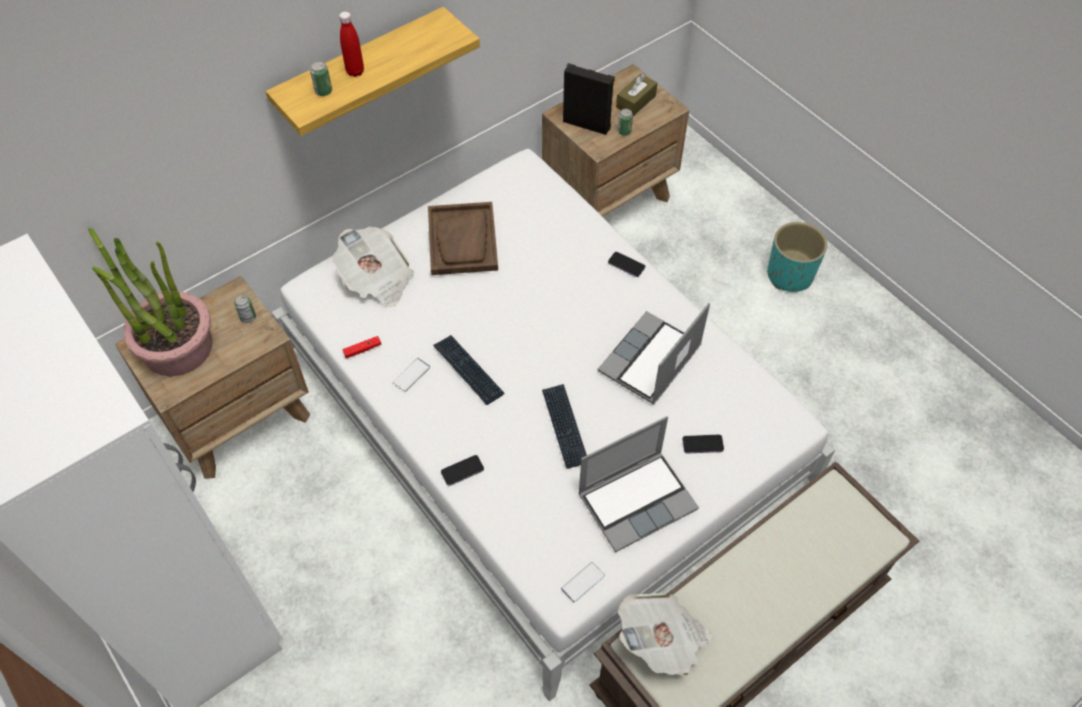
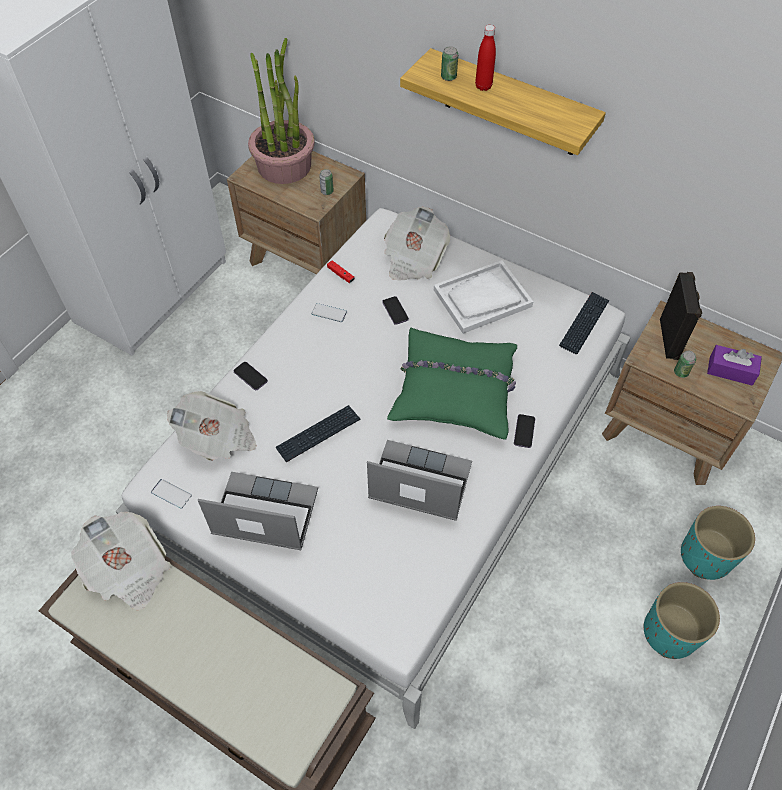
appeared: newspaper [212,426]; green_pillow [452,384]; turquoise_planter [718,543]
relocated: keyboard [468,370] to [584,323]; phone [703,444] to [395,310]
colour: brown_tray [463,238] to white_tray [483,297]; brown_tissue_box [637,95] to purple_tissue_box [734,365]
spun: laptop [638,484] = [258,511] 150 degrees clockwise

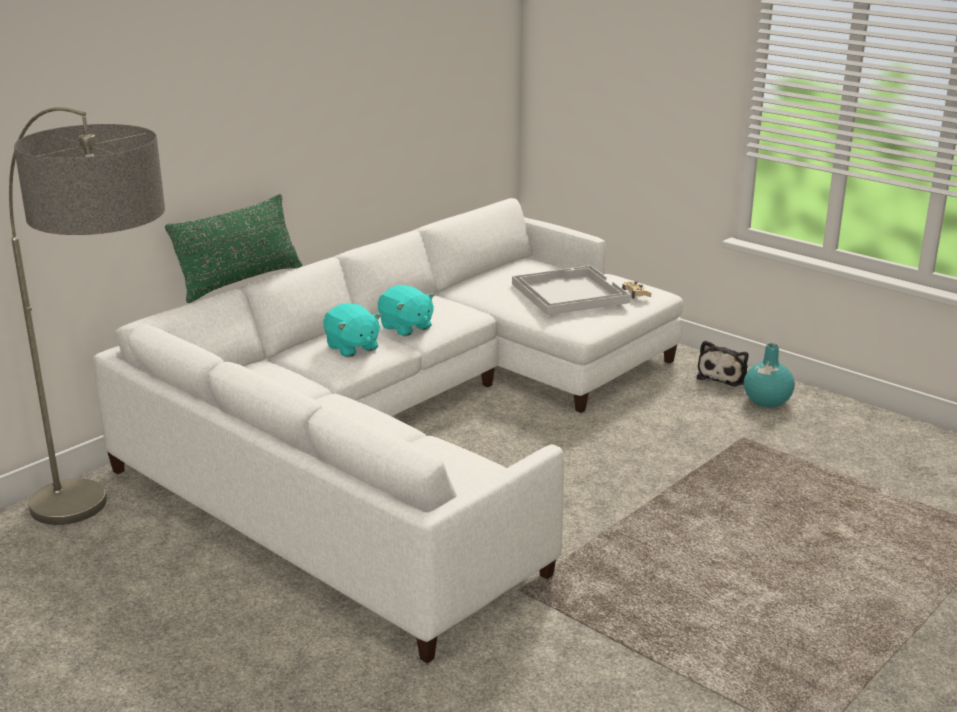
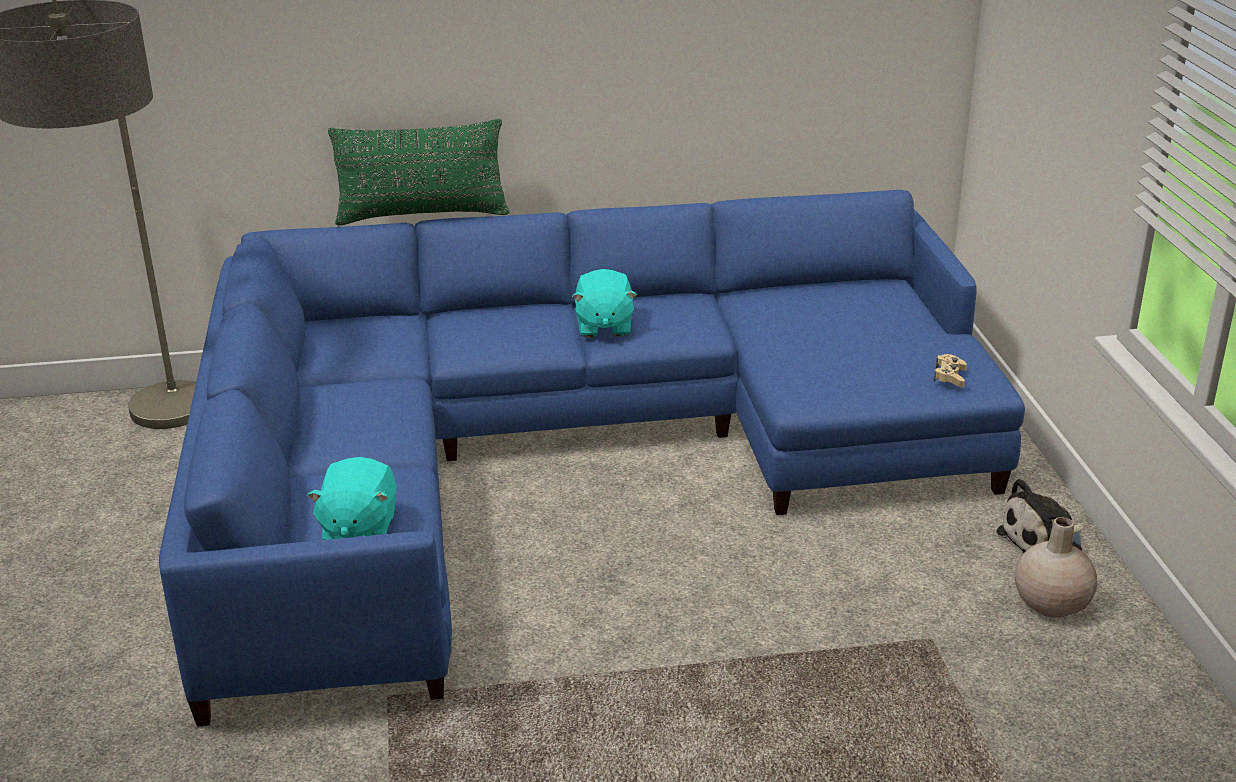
missing: white_tray [571,290]
relocated: turquoise_plush_toy [352,330] to [352,498]
colour: white_sofa [388,430] to blue_sofa [592,458]; turquoise_vase [769,375] to beige_vase [1056,567]

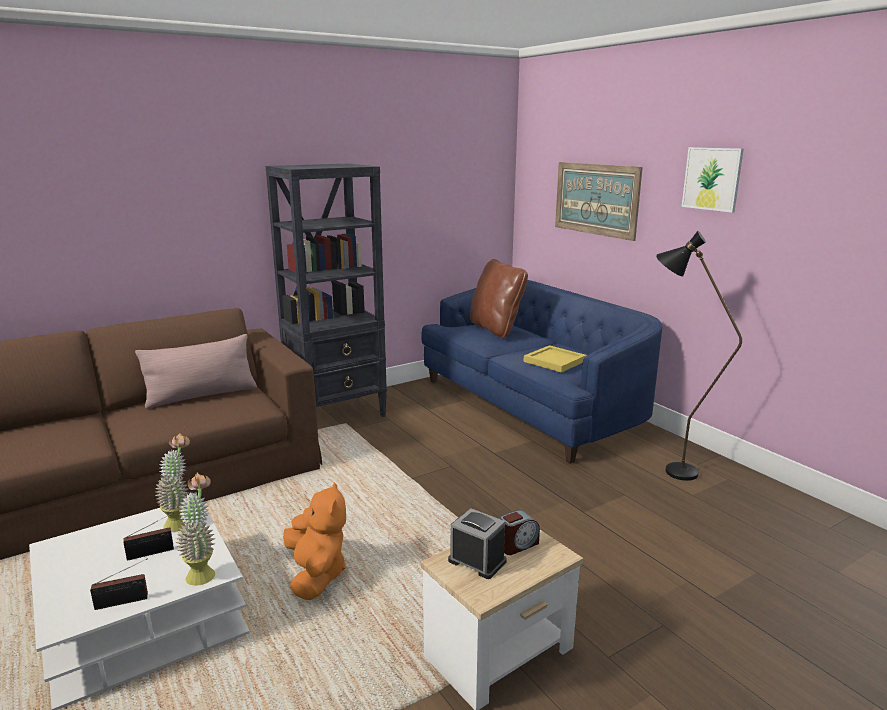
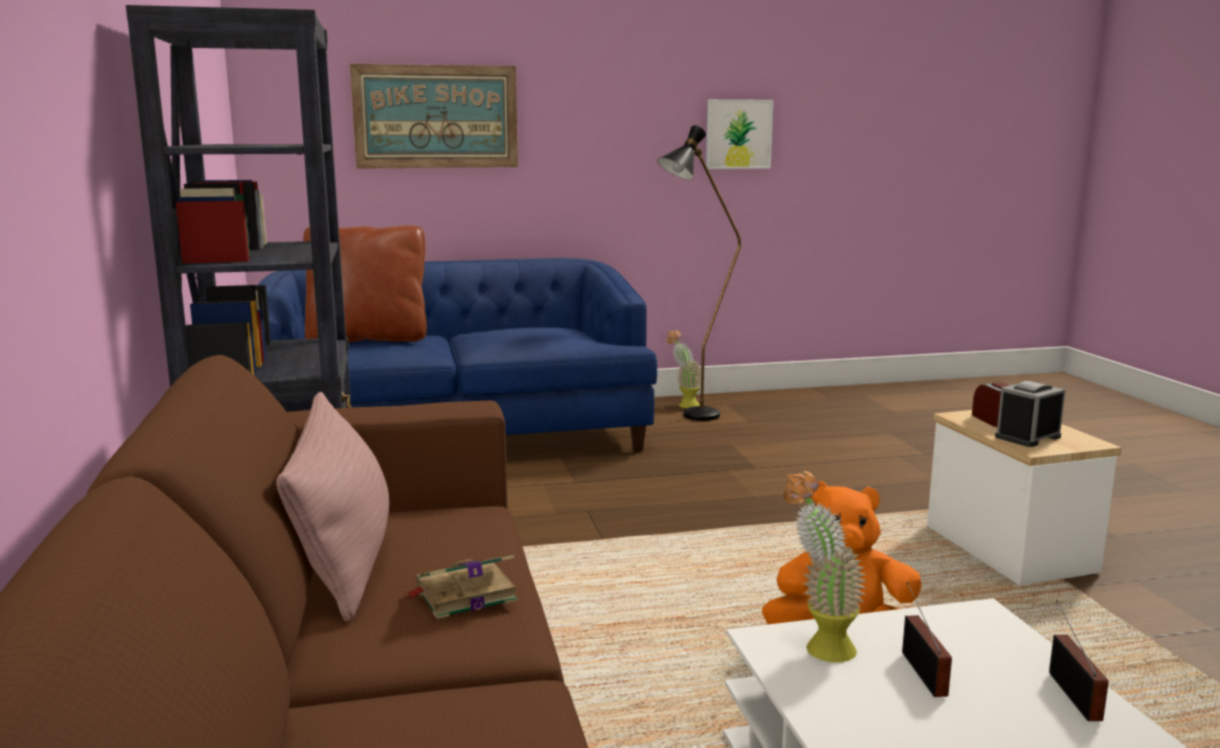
missing: yellow_tray [555,359]
appeared: book [461,587]
relocated: potted_plant [195,529] to [684,369]; picture [713,180] to [739,134]

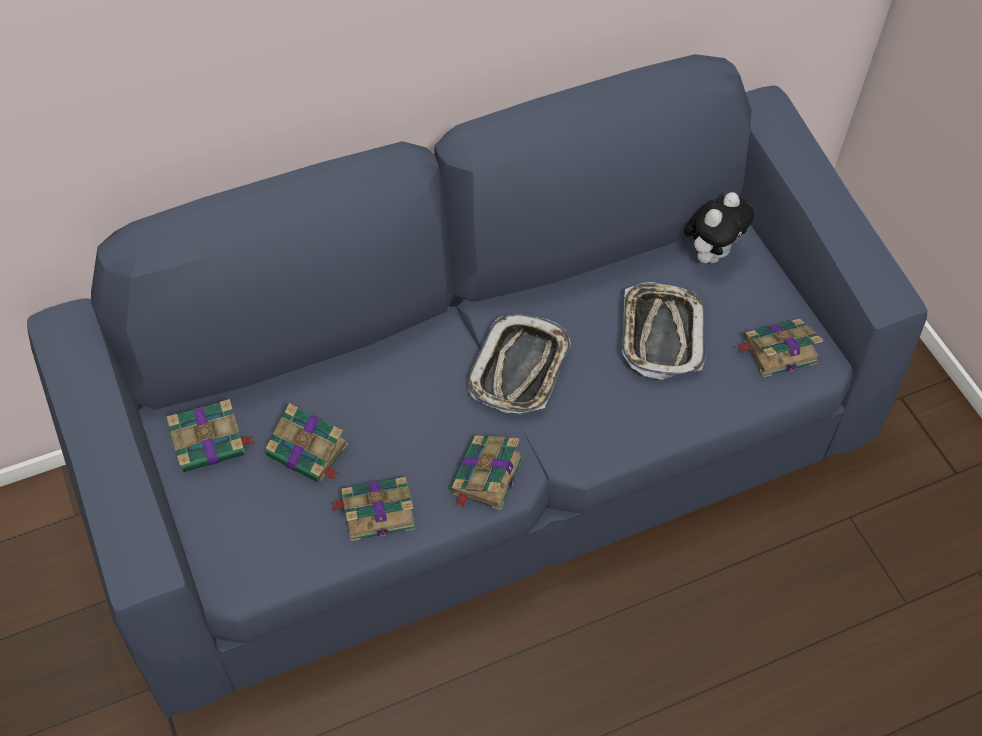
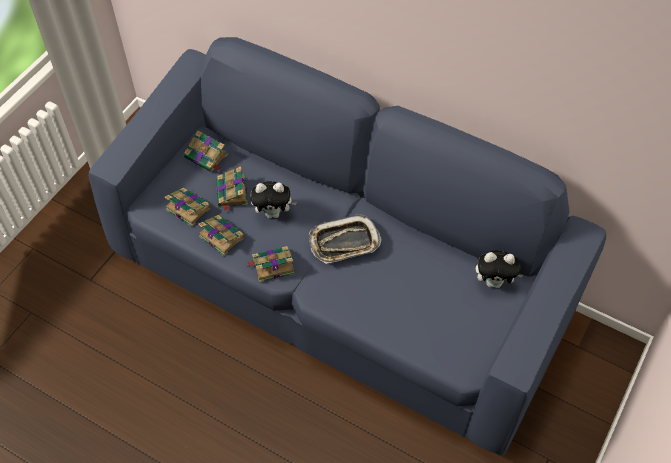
missing: tray [663,331]
appeared: plush_toy [273,199]
relocated: book [779,348] to [188,207]

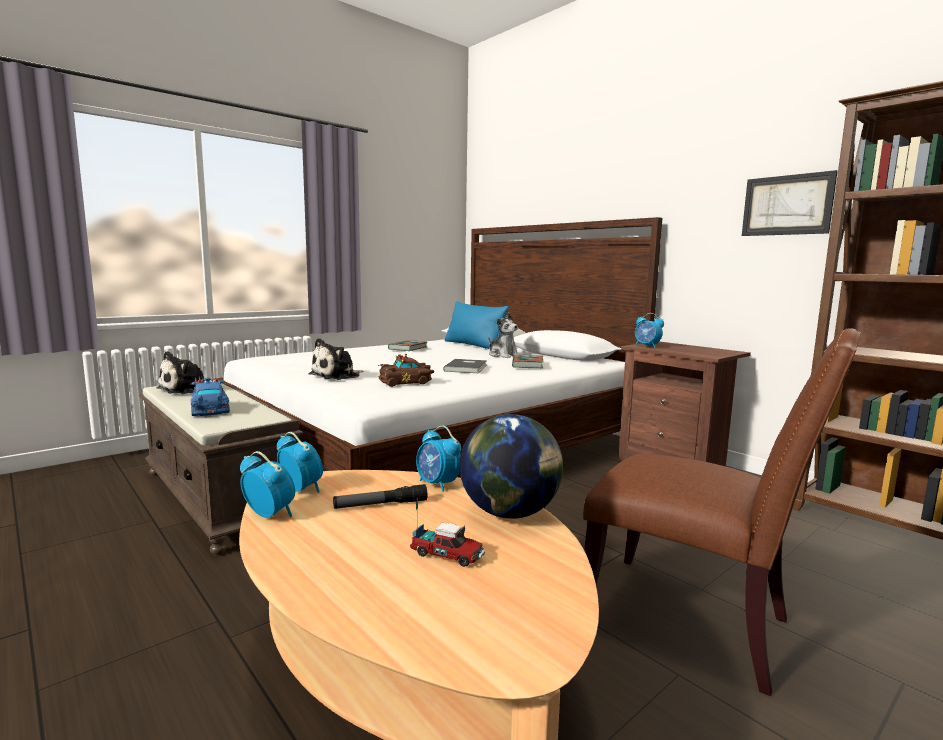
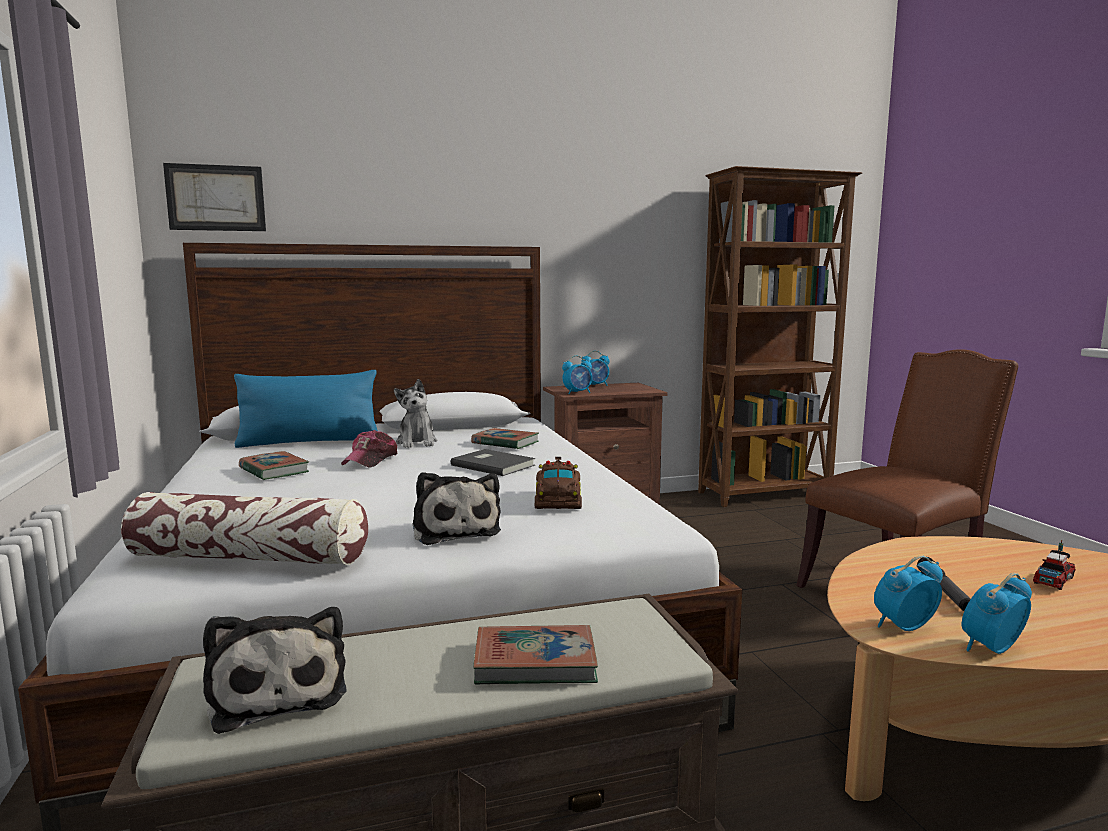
missing: globe [511,466]
appeared: pillow [244,528]; cap [369,448]
relocated: alarm_clock [438,459] to [595,368]; picture [790,203] to [214,197]
exchanged: blue_toy_car [210,396] to book [535,654]
spun: plush_toy [504,335] = [415,413] 90 degrees clockwise

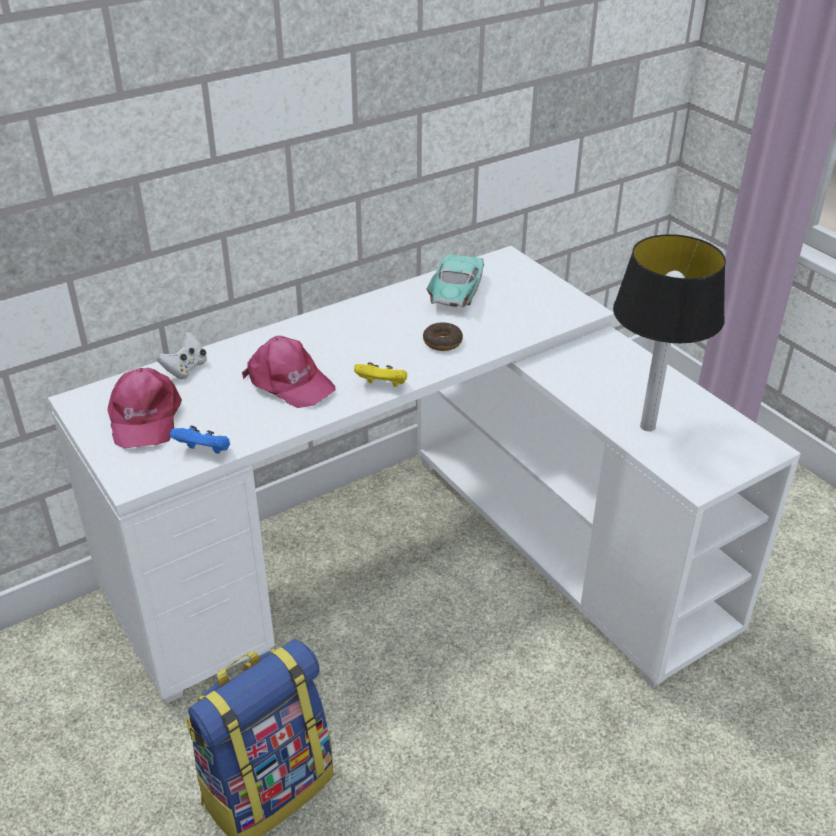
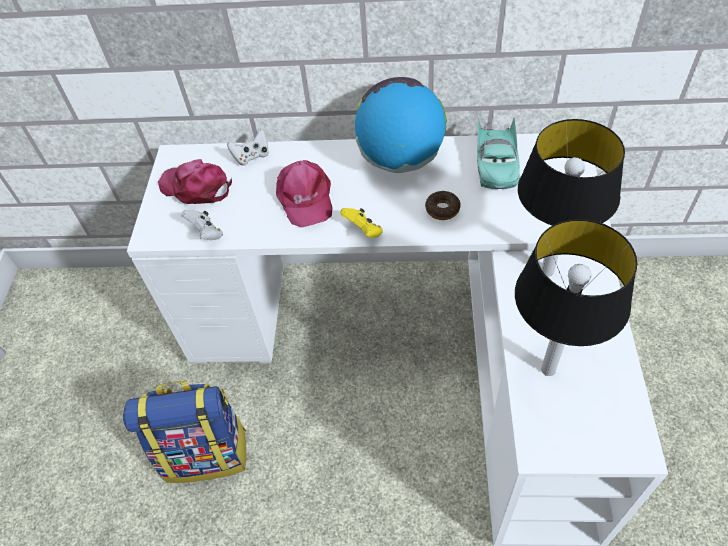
appeared: globe [401,125]; table_lamp [571,197]
colour: blue_game_controller [200,440] to white_game_controller [202,225]
spun: pink_cap [145,408] = [195,181] 90 degrees clockwise; turquoise_toy_car [455,281] = [498,153] 135 degrees clockwise

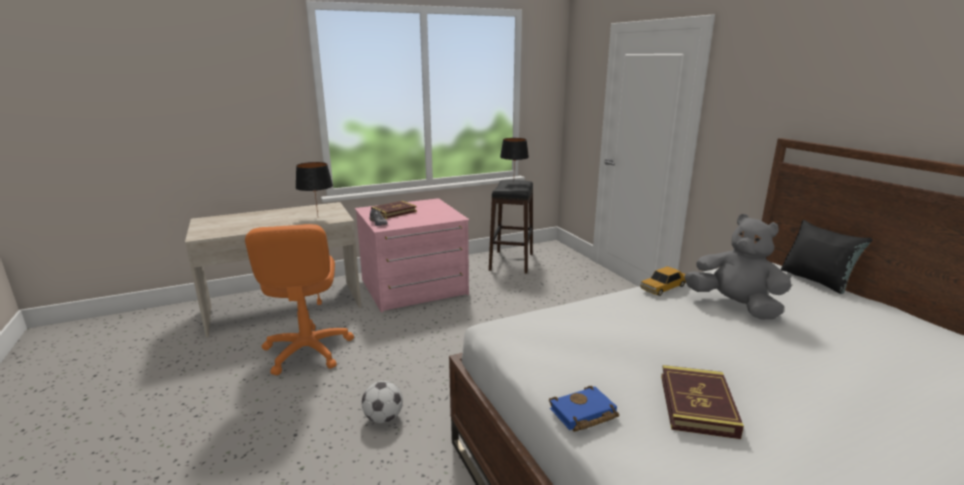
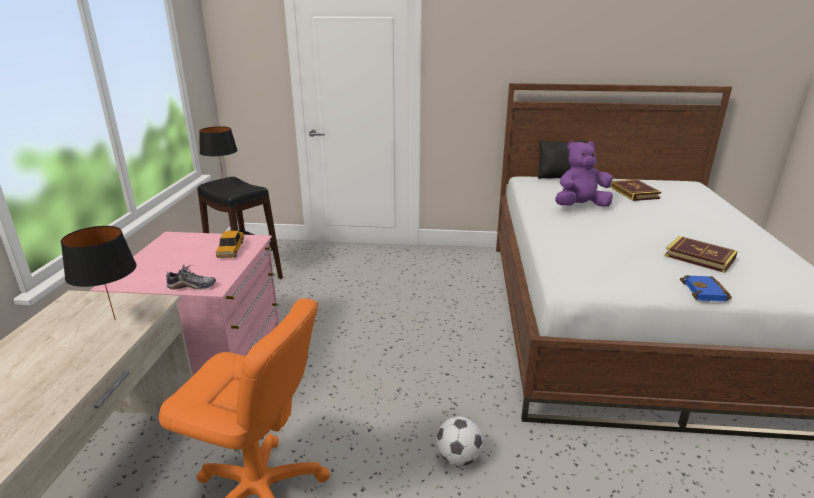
relocated: book [394,210] to [635,190]; toy_car [663,281] to [230,244]
colour: grey_plush_toy [738,266] to purple_plush_toy [584,174]

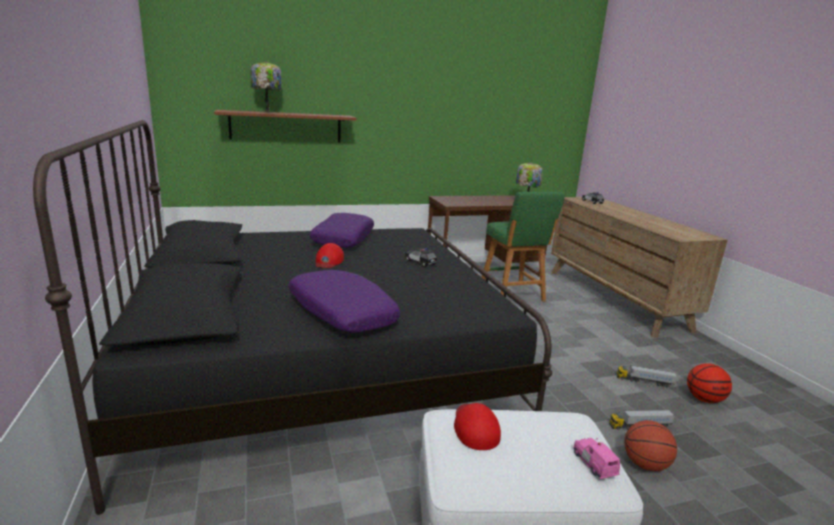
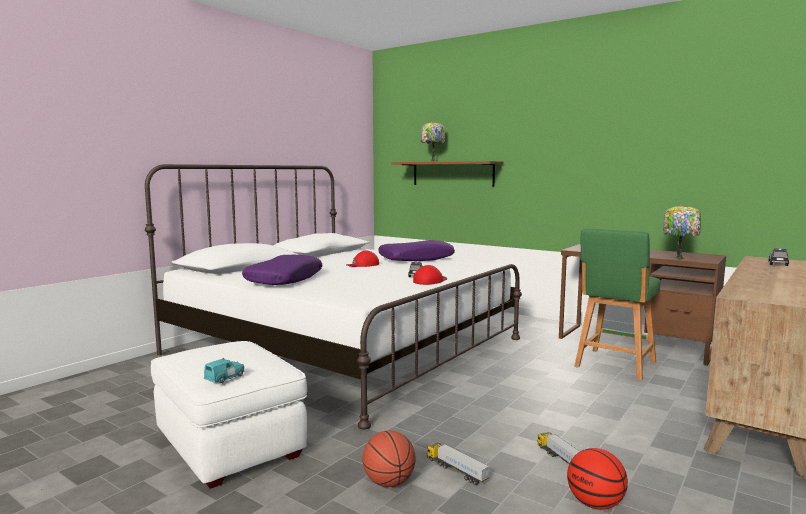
relocated: red_cap [477,426] to [430,275]
colour: black_bed [292,317] to white_bed [333,297]; pink_toy_car [596,458] to turquoise_toy_car [224,370]

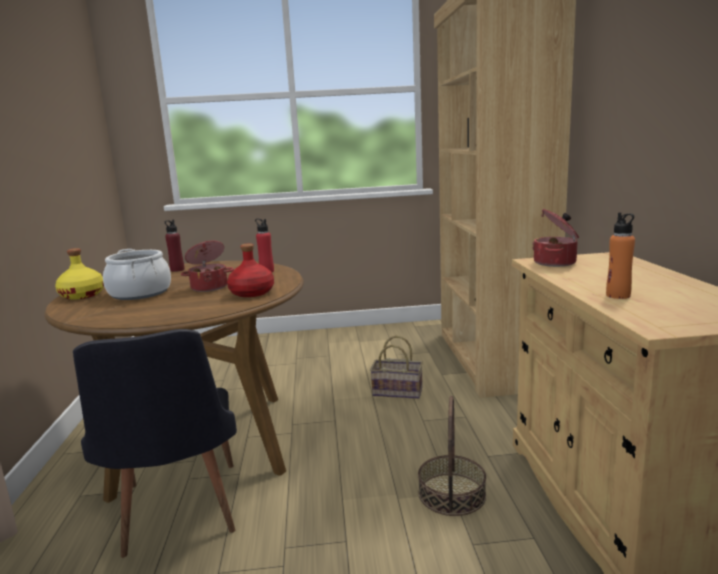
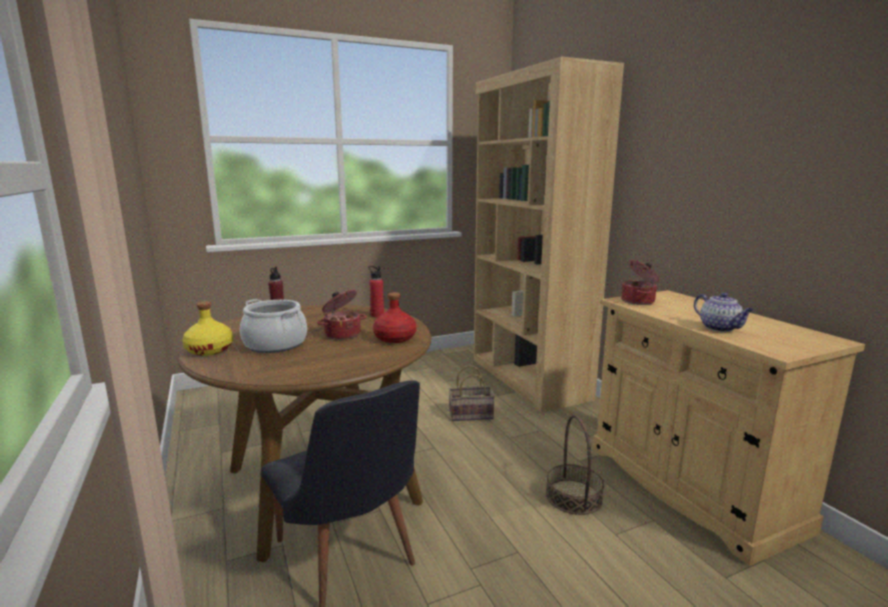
exchanged: orange_bottle [620,255] to teapot [724,312]

